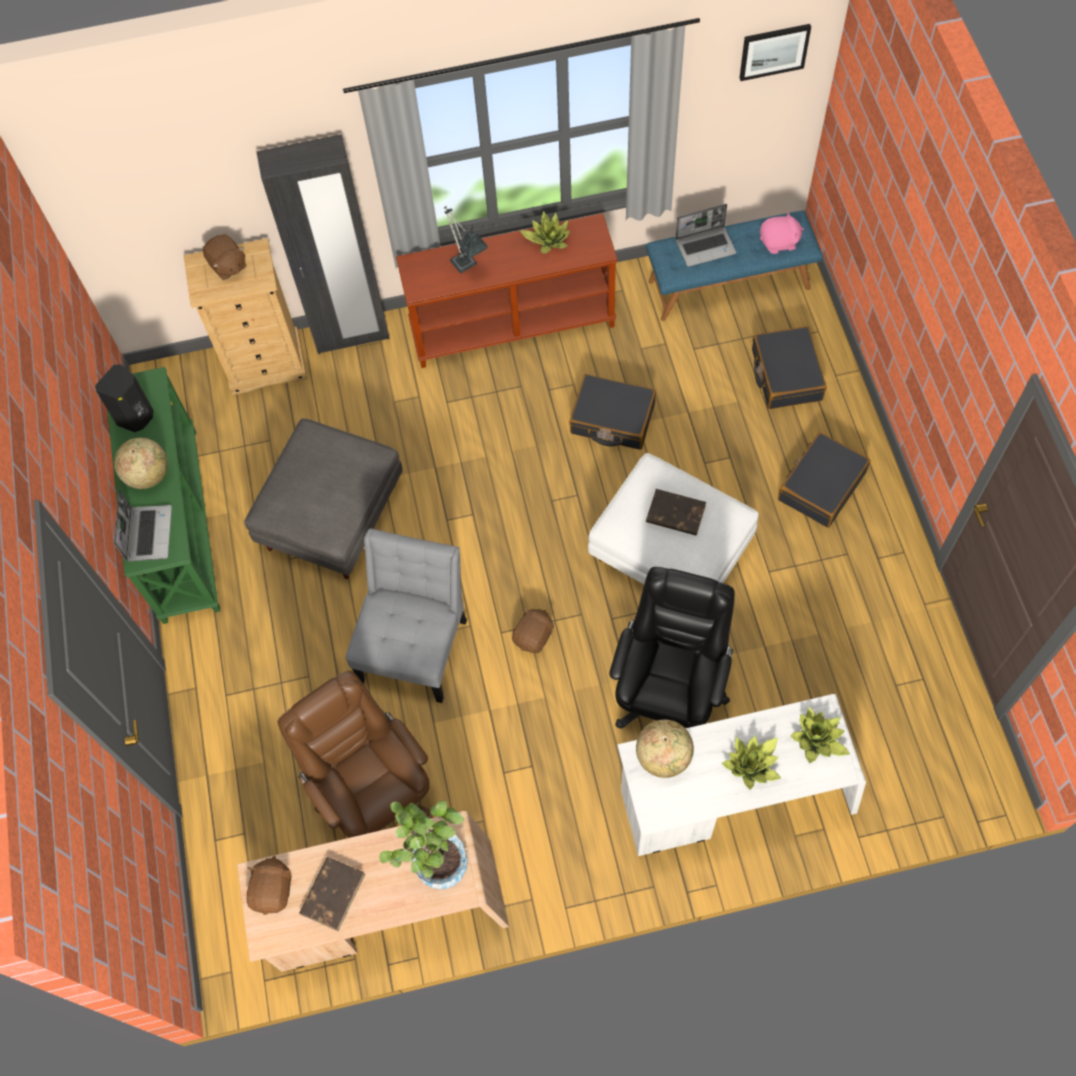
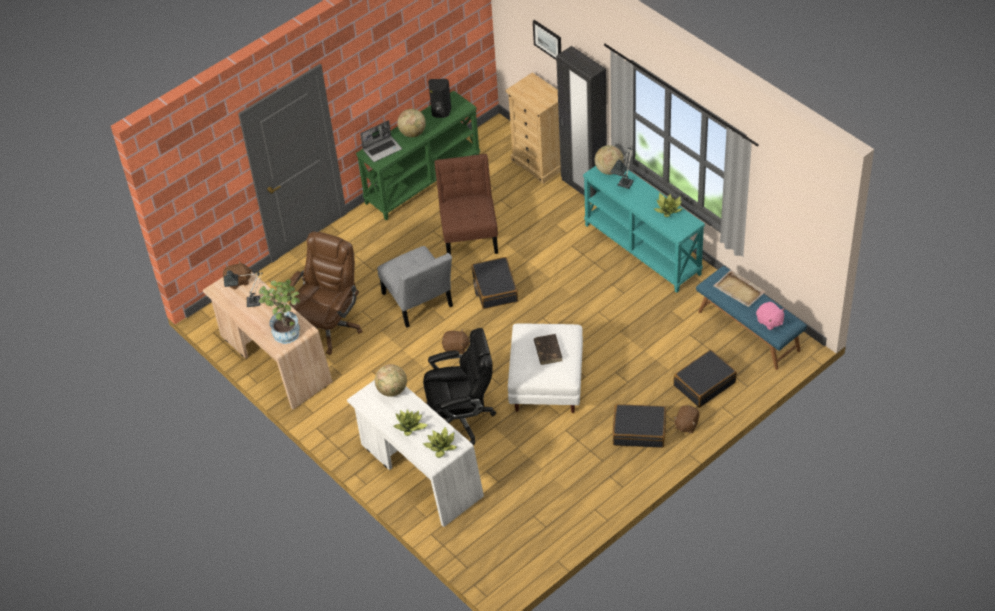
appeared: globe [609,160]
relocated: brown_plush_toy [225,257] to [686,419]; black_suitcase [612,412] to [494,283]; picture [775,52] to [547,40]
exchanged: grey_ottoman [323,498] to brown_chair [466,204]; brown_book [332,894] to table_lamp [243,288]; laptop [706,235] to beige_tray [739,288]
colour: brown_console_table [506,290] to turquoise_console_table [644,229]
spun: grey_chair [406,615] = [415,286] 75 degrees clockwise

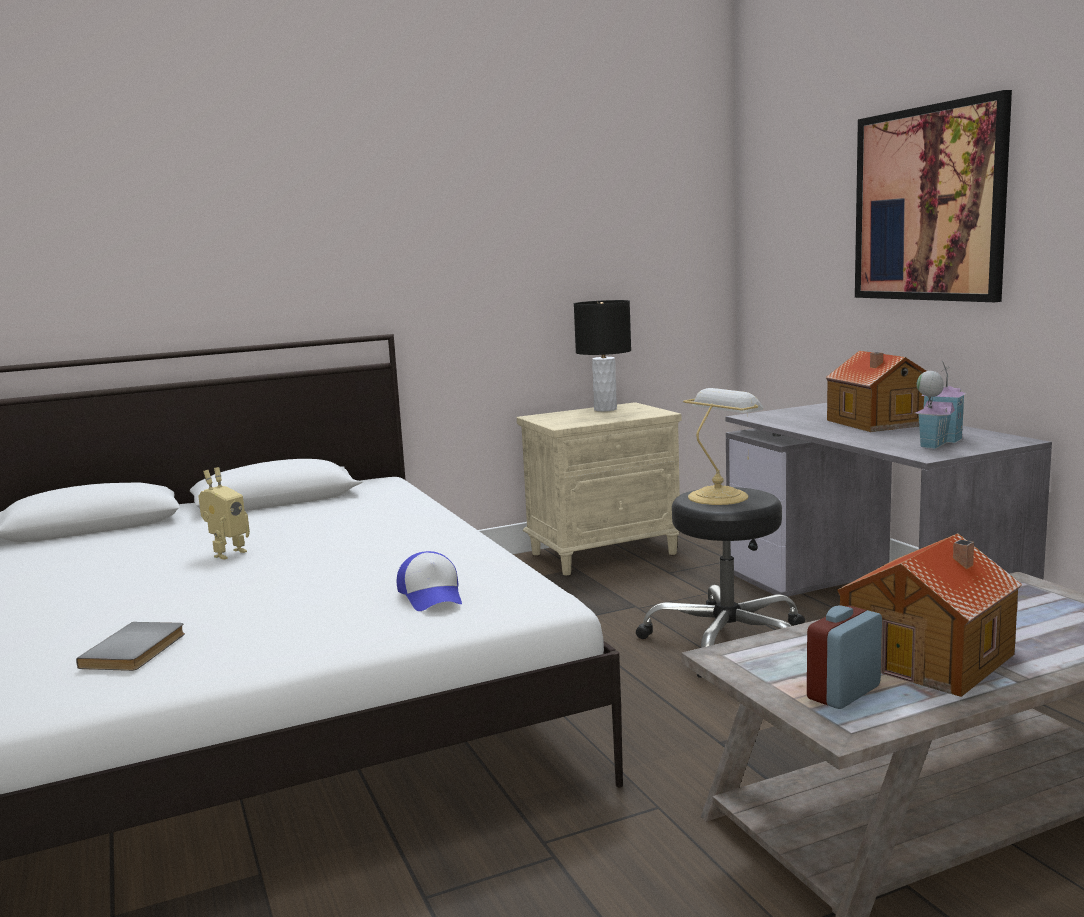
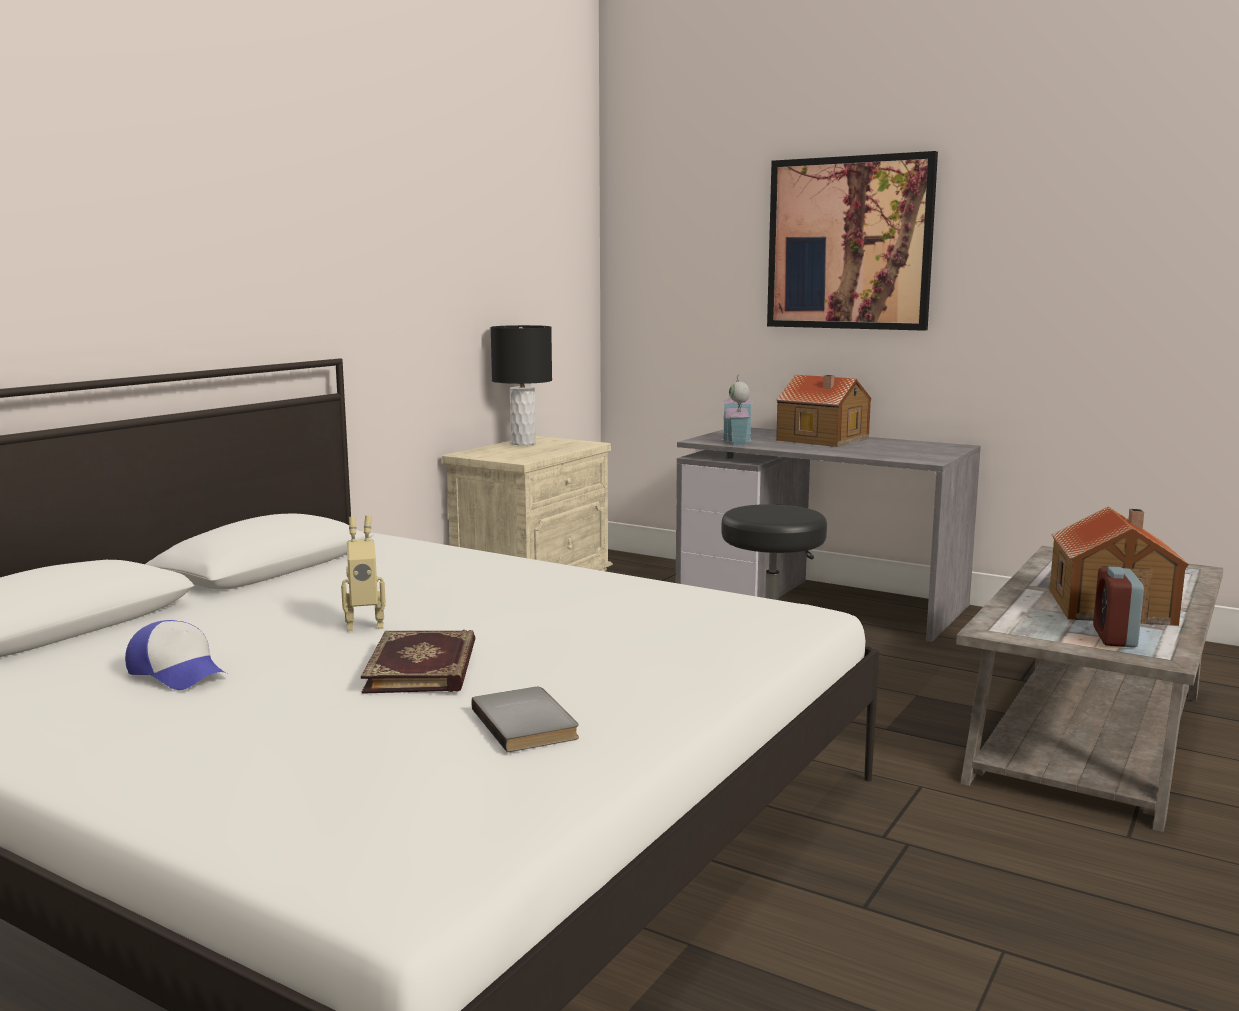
missing: table_lamp [723,446]
appeared: book [418,662]
relocated: cap [429,581] to [175,655]; toy_house [940,405] to [737,411]
spun: toy_robot [224,513] = [363,574] 75 degrees clockwise

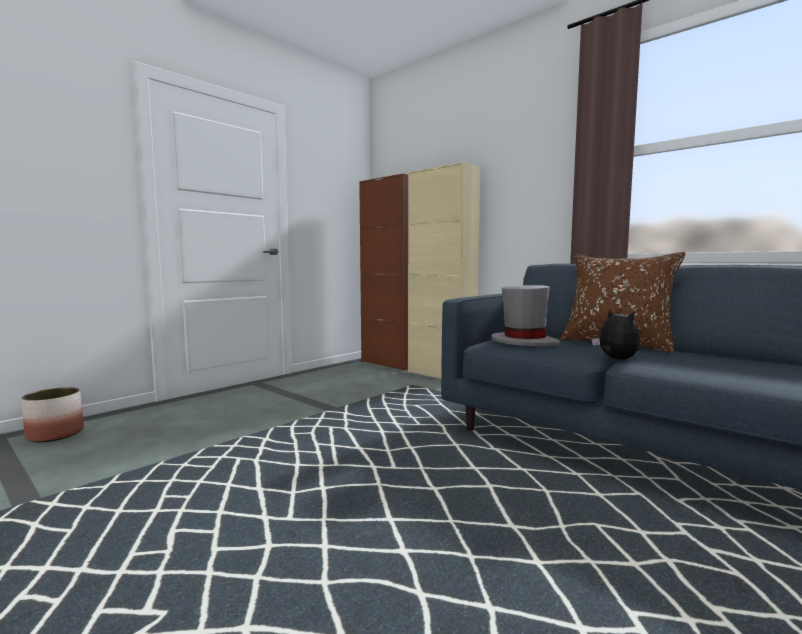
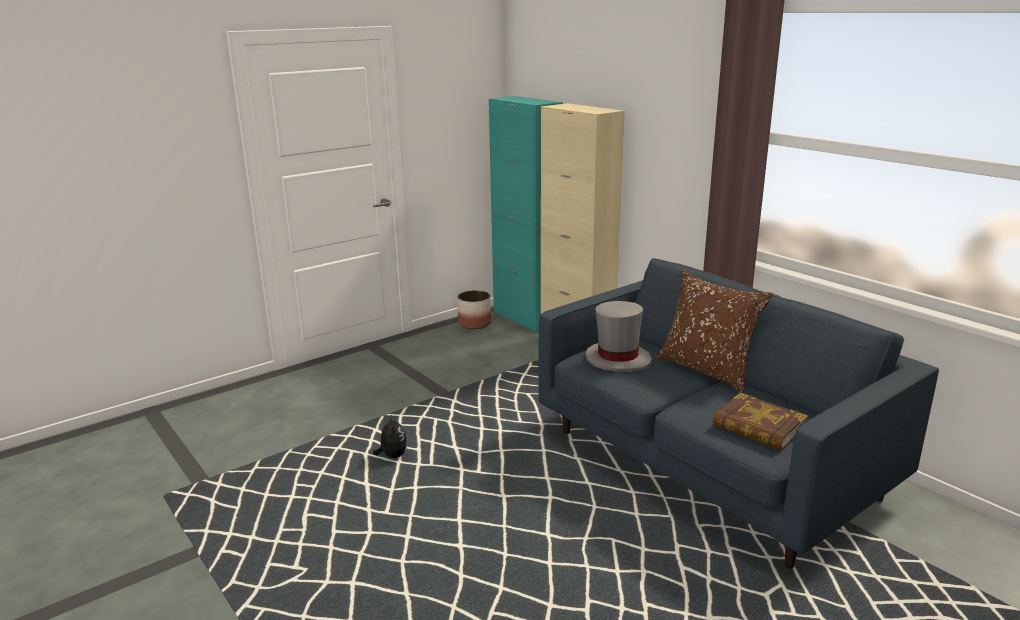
appeared: book [760,422]
relocated: planter [52,414] to [474,309]; plush_toy [616,334] to [390,436]
colour: brown_cabinet [383,272] to turquoise_cabinet [526,214]

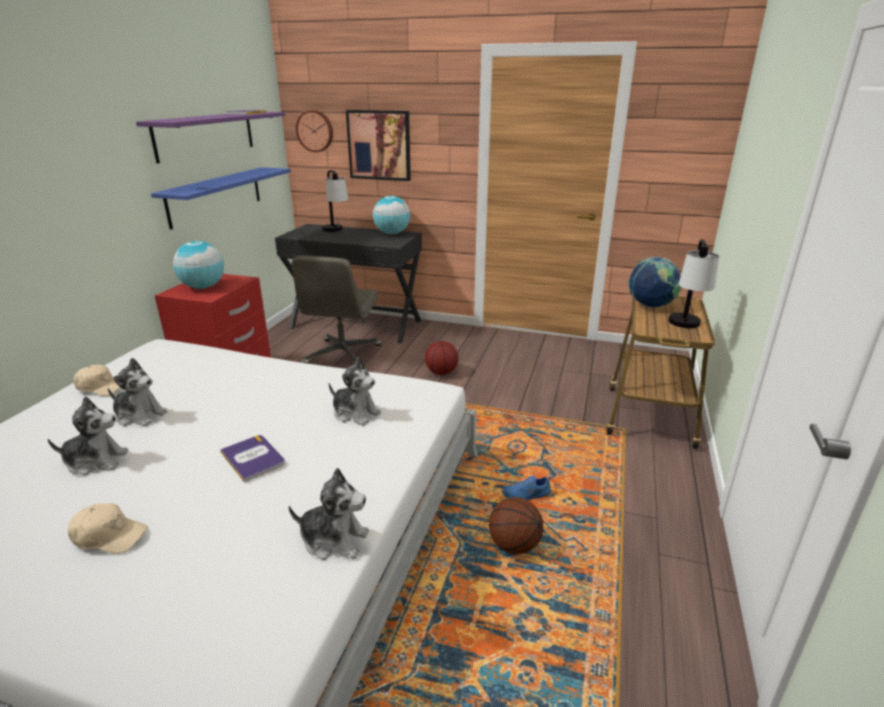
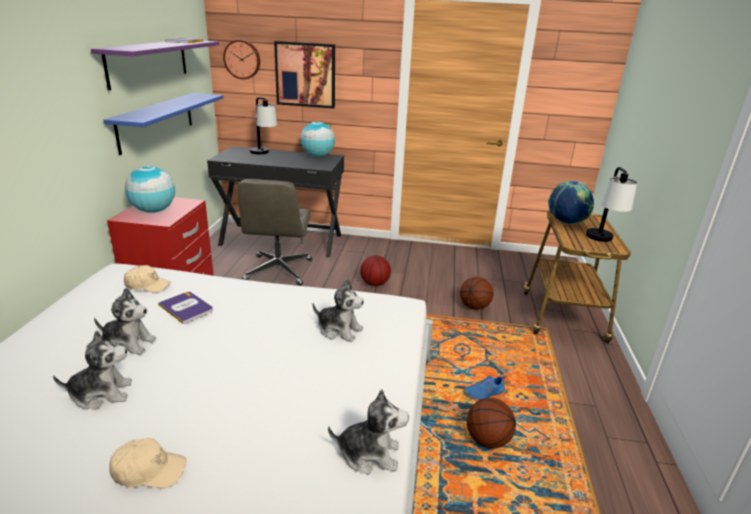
appeared: basketball [477,293]
relocated: beige_cap [96,380] to [147,279]; book [252,458] to [185,308]

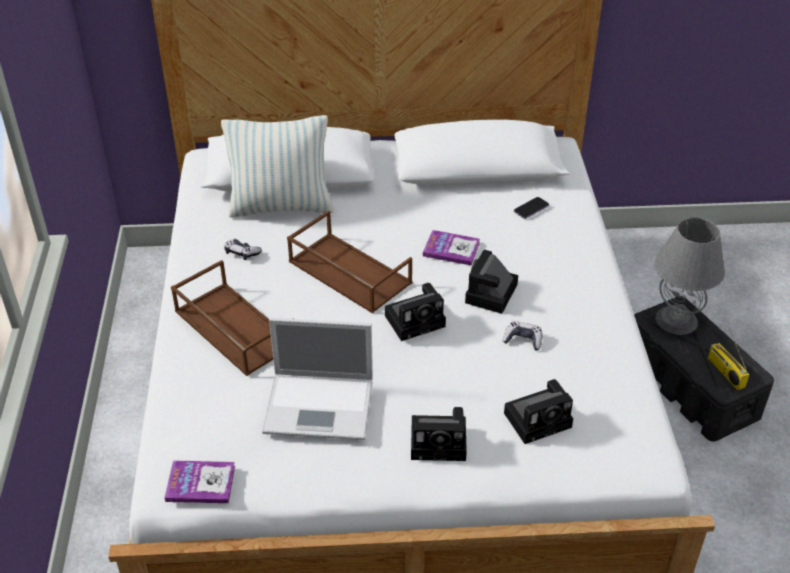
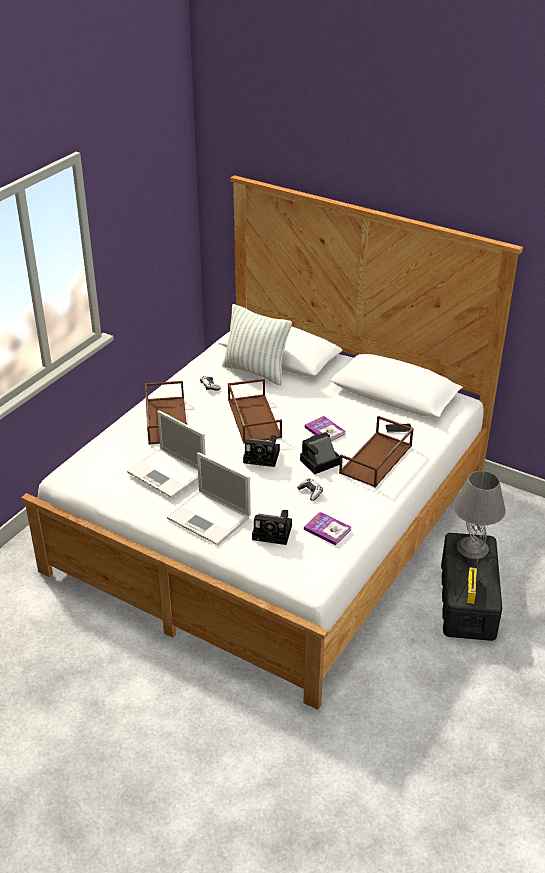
appeared: brown_tray [376,451]
relocated: book [200,482] to [327,528]
exchanged: photo_camera [439,434] to laptop [209,498]

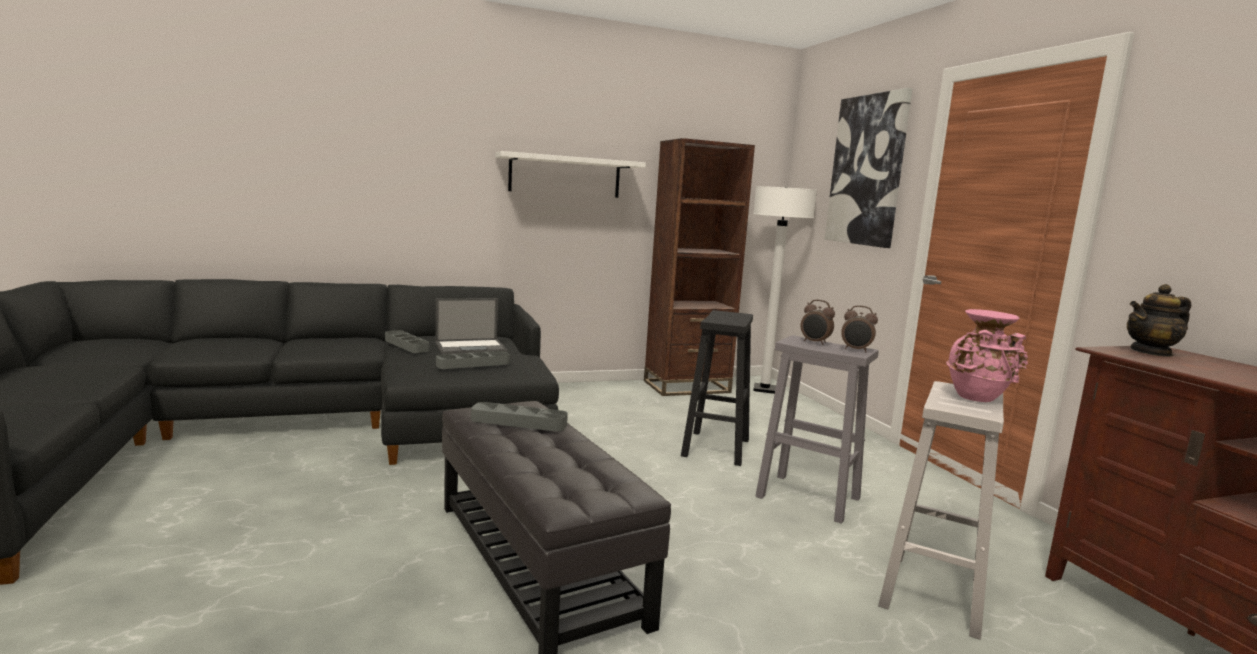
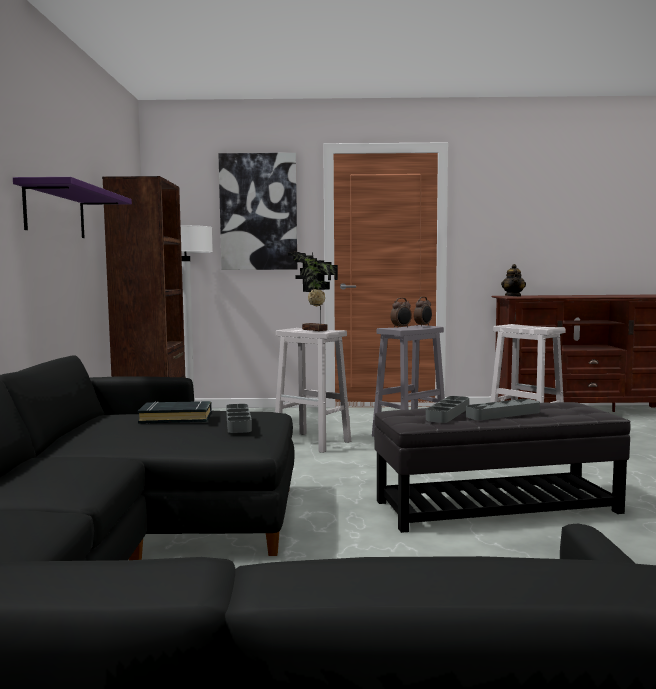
missing: pink_vase [987,355]
appeared: potted_plant [313,291]
relocated: grey_tray [407,341] to [503,409]
exchanged: laptop [471,326] to black_book [175,412]
colour: white_shelf [570,174] to purple_shelf [72,207]; black_stool [717,388] to white_stool [313,390]

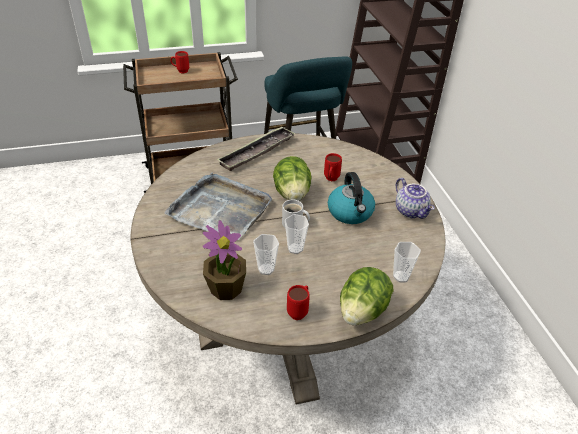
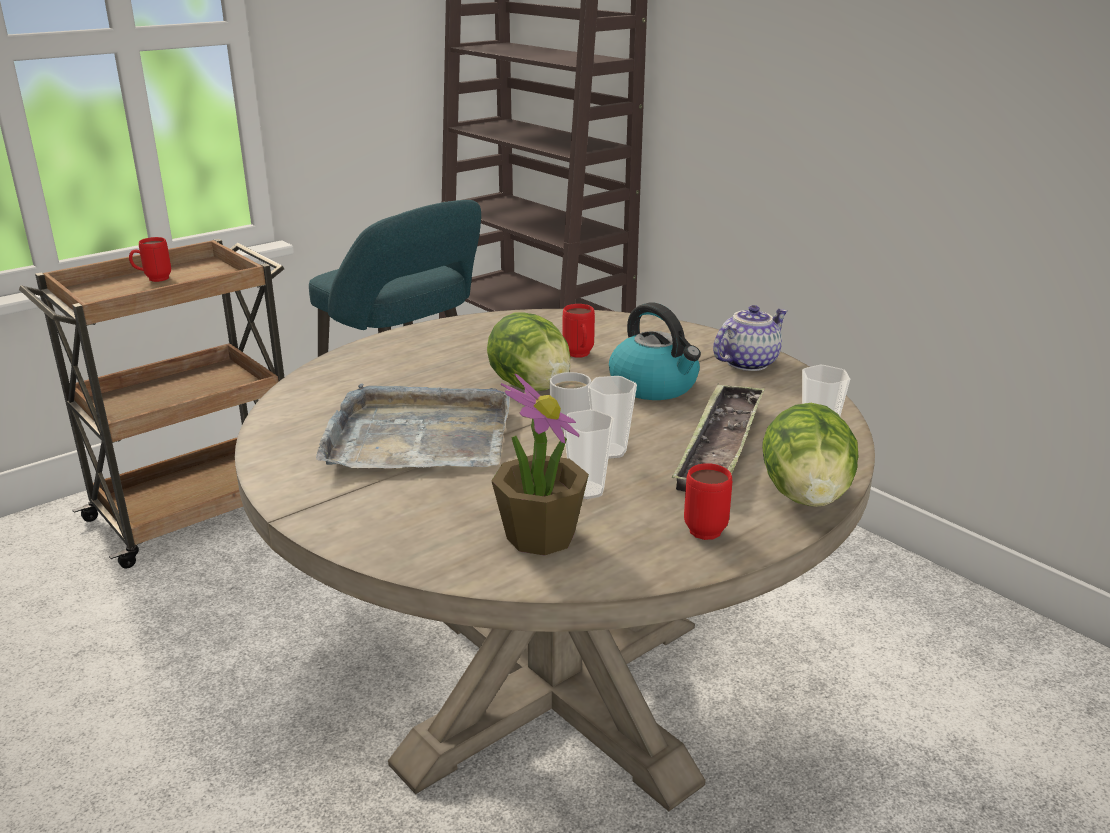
relocated: tray [256,148] to [718,437]
spun: teapot [415,198] = [750,338] 75 degrees counterclockwise

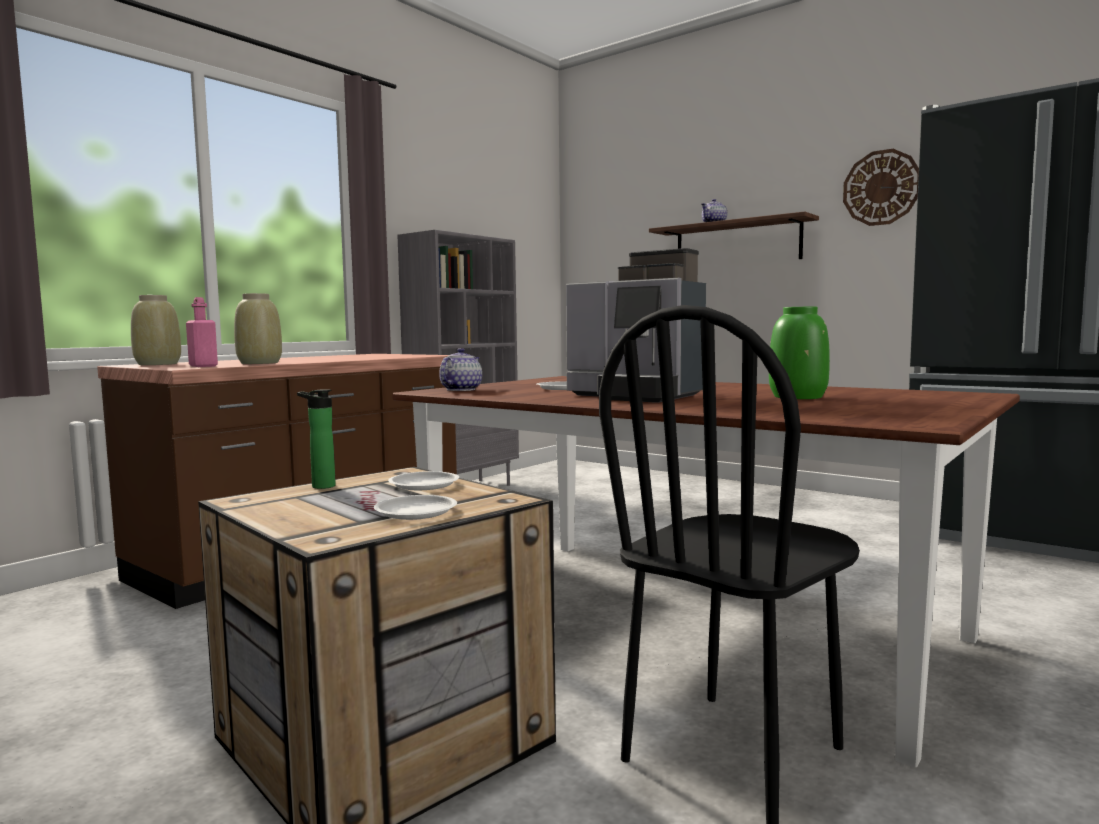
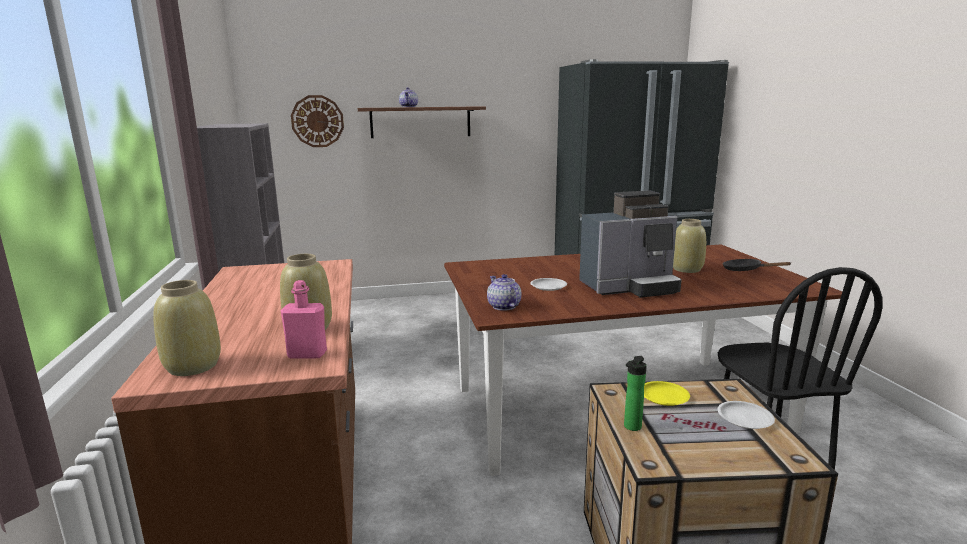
appeared: black_frying_pan [757,265]
relocated: wall_clock [881,187] to [317,121]
colour: white_plate [423,480] to yellow_plate [667,393]; green_vase [799,353] to beige_vase [689,246]

